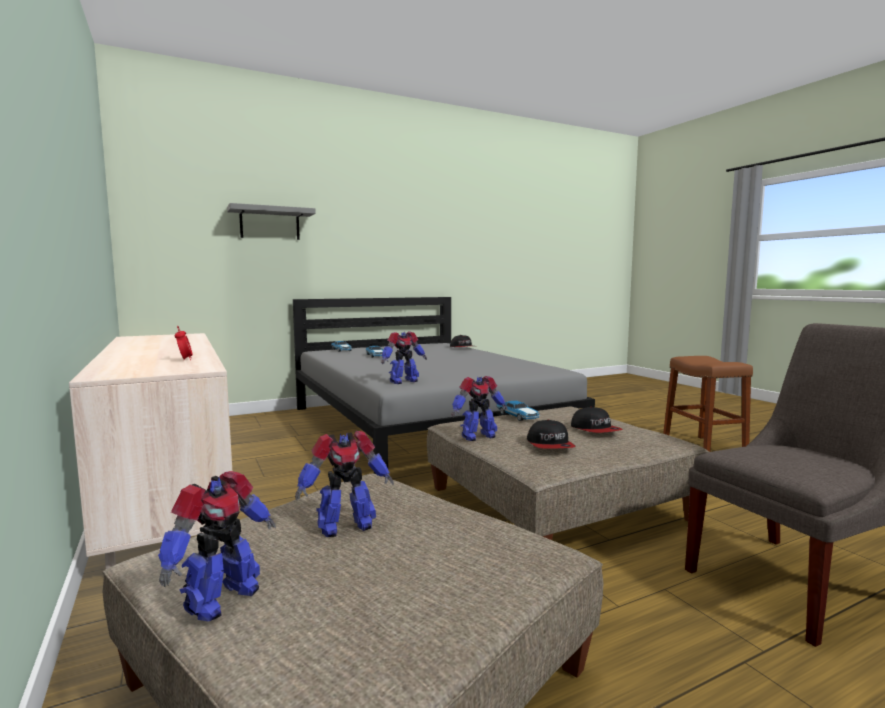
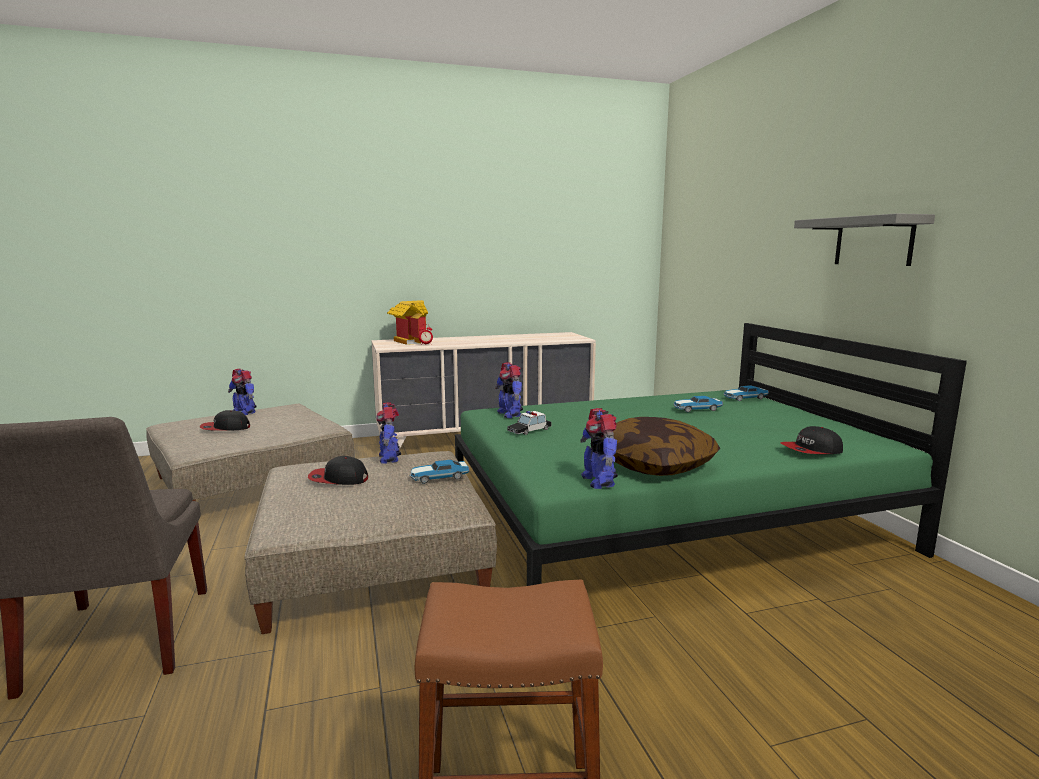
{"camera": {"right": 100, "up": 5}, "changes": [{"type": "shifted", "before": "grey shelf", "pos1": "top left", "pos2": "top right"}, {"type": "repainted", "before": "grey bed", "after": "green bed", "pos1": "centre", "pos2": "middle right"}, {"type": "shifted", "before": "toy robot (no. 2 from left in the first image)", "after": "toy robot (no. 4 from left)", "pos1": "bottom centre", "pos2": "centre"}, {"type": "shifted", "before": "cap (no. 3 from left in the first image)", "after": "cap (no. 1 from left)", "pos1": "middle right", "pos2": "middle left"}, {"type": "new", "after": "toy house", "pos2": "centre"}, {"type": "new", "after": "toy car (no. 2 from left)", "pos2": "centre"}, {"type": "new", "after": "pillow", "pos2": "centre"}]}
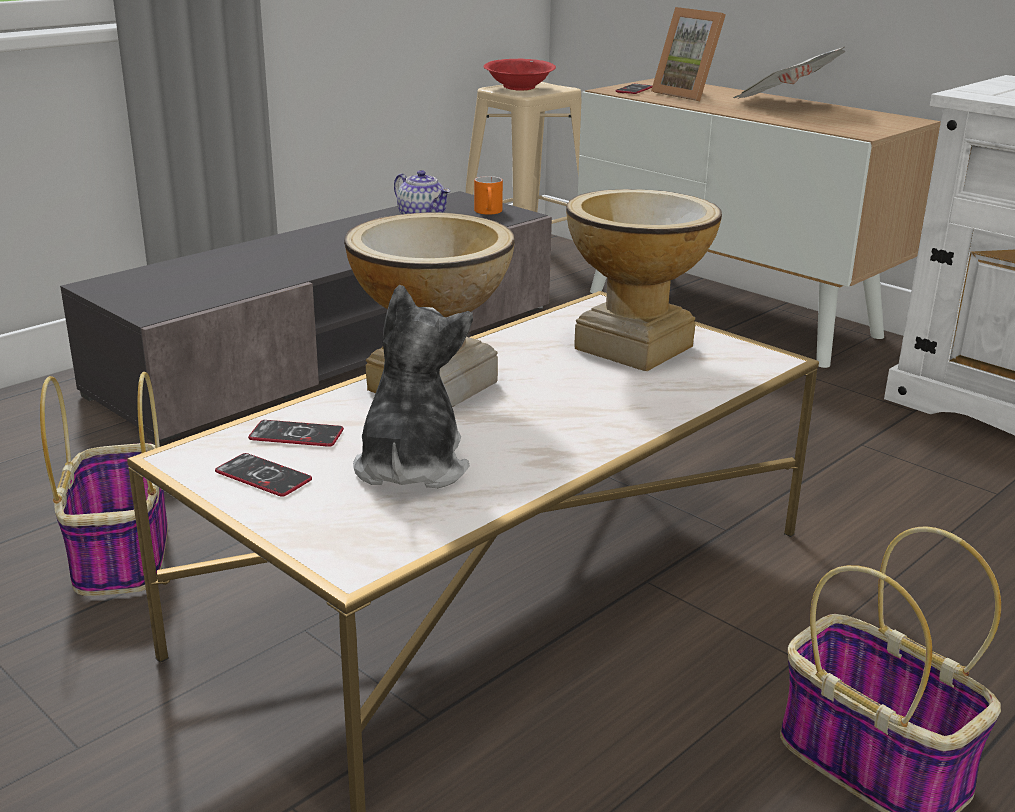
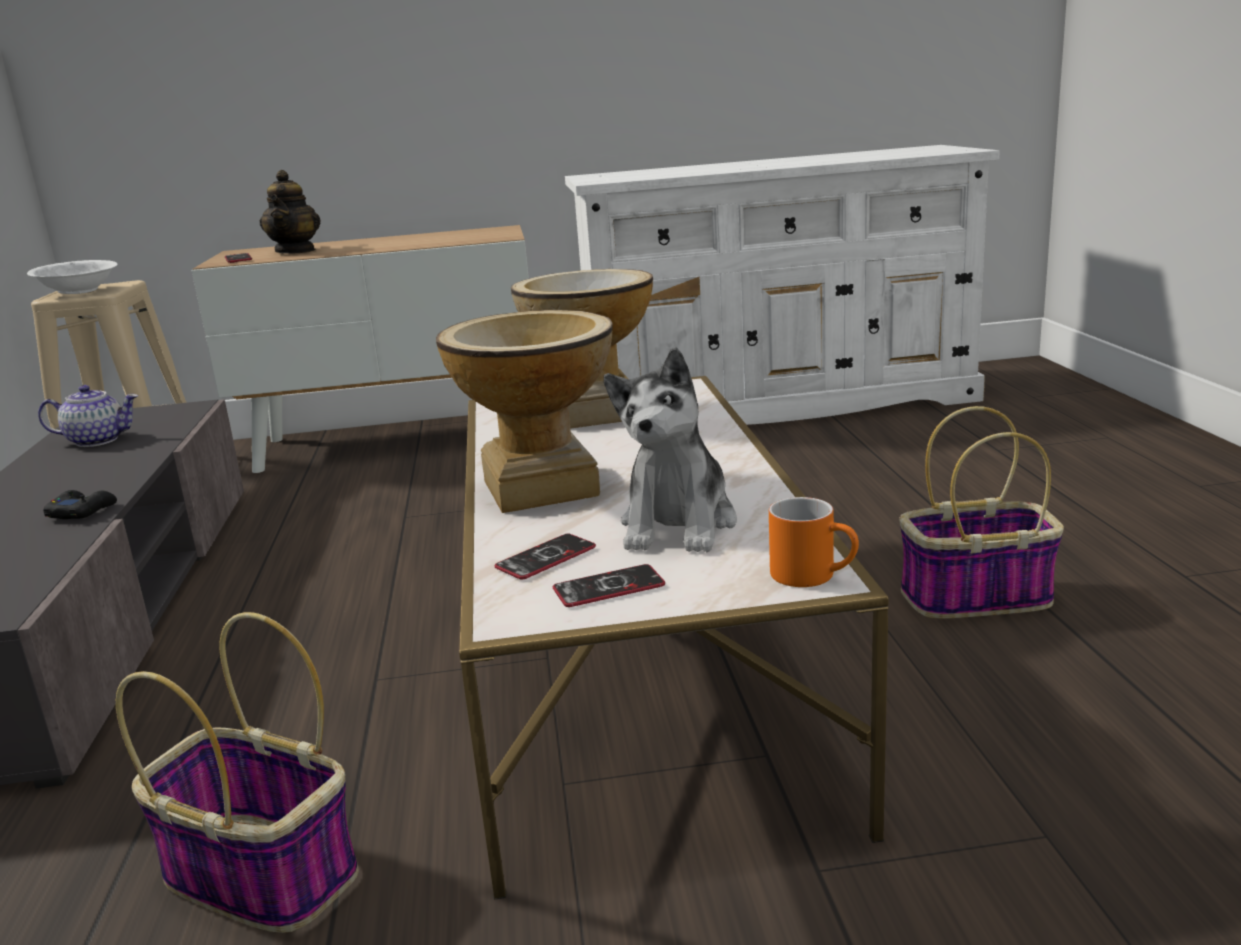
{"camera": {"right": -50, "up": -5}, "changes": [{"type": "rotated", "before": "plush toy", "pos1": "centre", "pos2": "centre", "turn": -120}, {"type": "shifted", "before": "orange mug", "pos1": "top centre", "pos2": "centre"}, {"type": "repainted", "before": "red bowl", "after": "white bowl", "pos1": "top centre", "pos2": "top left"}, {"type": "swapped", "before": "picture frame", "after": "teapot (no. 2 from left)", "pos1": "top right", "pos2": "top left"}, {"type": "gone", "before": "newspaper", "pos1": "top right"}, {"type": "new", "after": "black game controller", "pos2": "middle left"}]}
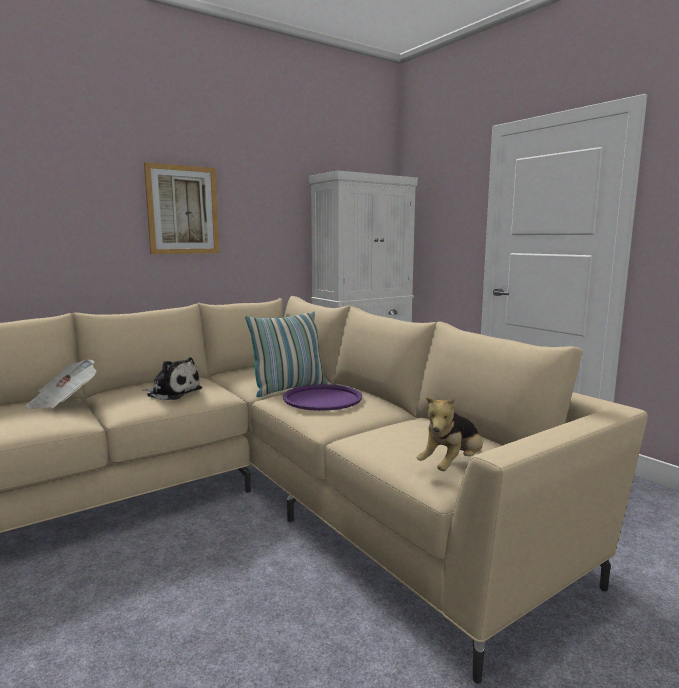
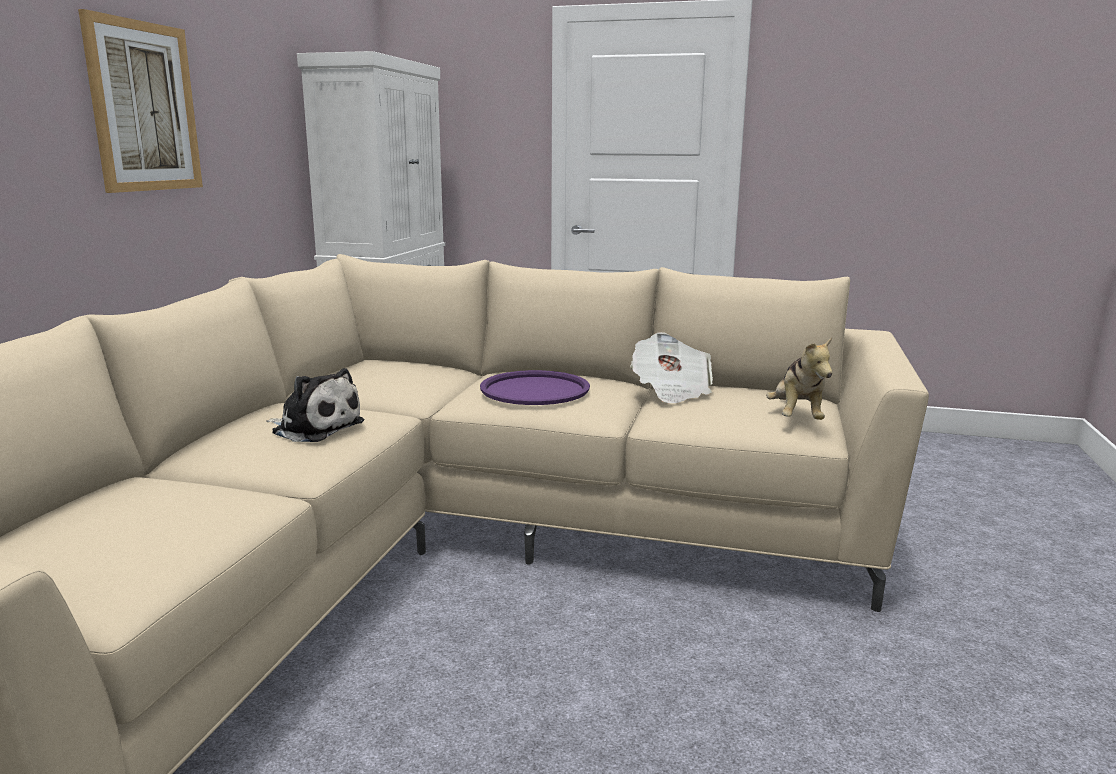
{"camera": {"right": -40, "up": 5}, "changes": [{"type": "shifted", "before": "newspaper", "pos1": "middle left", "pos2": "centre"}, {"type": "rotated", "before": "plush toy (no. 1 from left)", "pos1": "middle left", "pos2": "middle left", "turn": 45}, {"type": "gone", "before": "pillow", "pos1": "centre"}]}
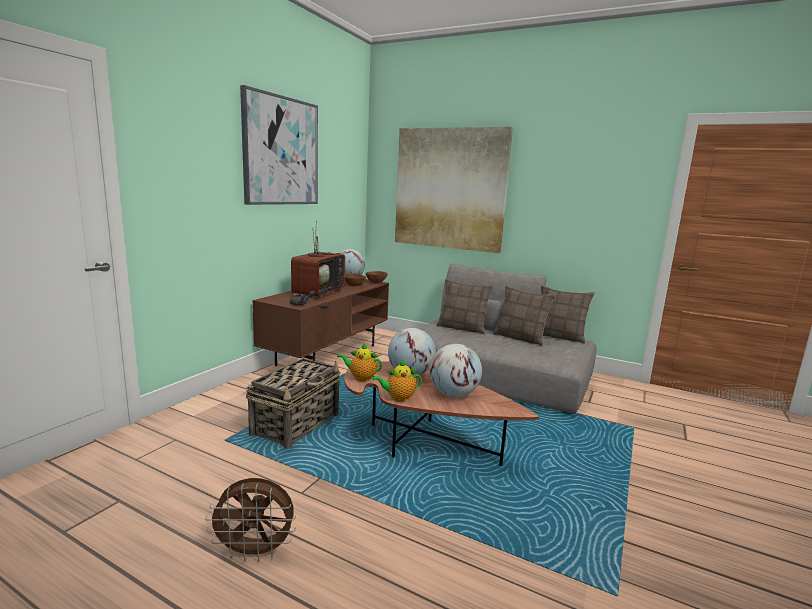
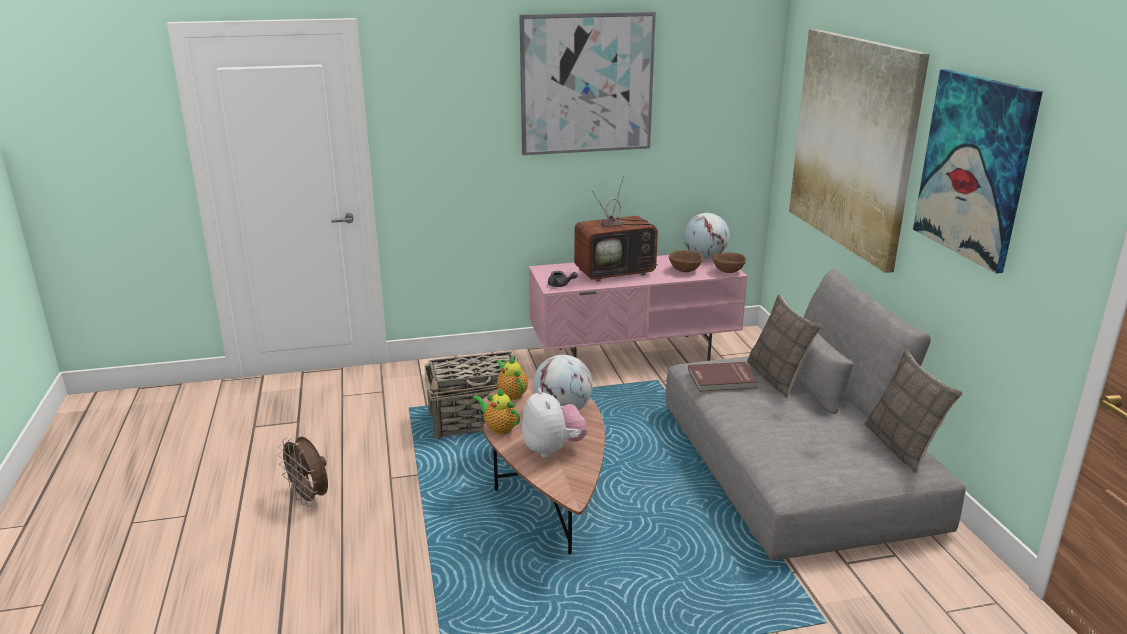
{"camera": {"right": 50, "up": 10}, "changes": [{"type": "repainted", "before": "brown tv stand", "after": "pink tv stand", "pos1": "centre", "pos2": "centre"}, {"type": "swapped", "before": "globe (no. 3 from left)", "after": "plush toy", "pos1": "centre", "pos2": "bottom centre"}, {"type": "gone", "before": "pillow (no. 2 from left)", "pos1": "centre"}, {"type": "new", "after": "red book", "pos2": "centre"}, {"type": "new", "after": "picture (no. 3 from left)", "pos2": "top right"}]}
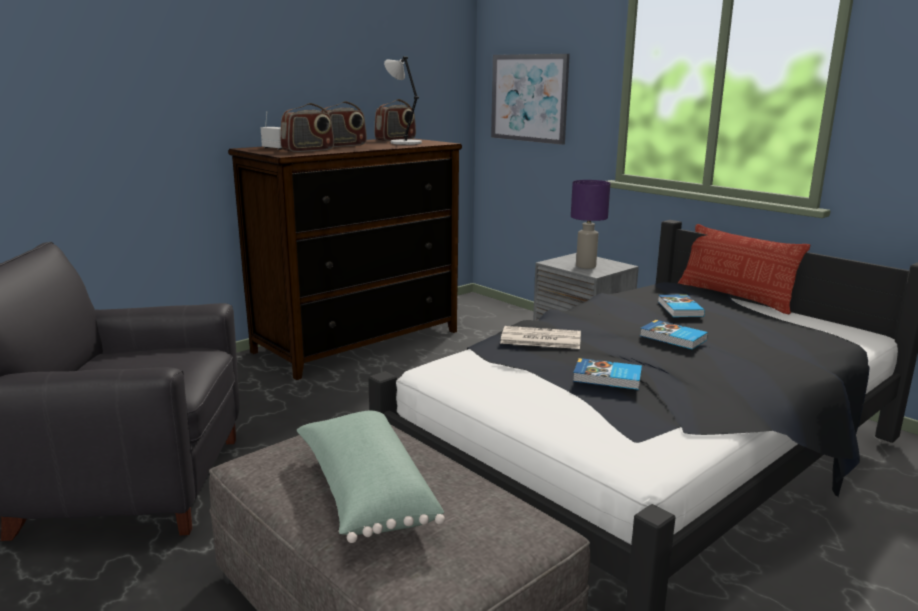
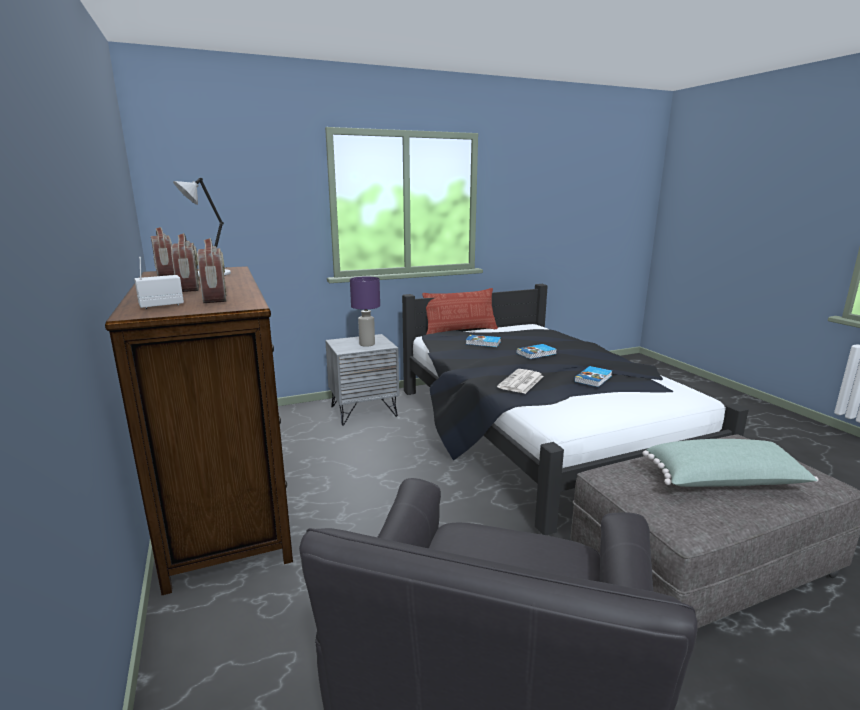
{"camera": {"right": -70, "up": 0}, "changes": [{"type": "gone", "before": "picture", "pos1": "top centre"}]}
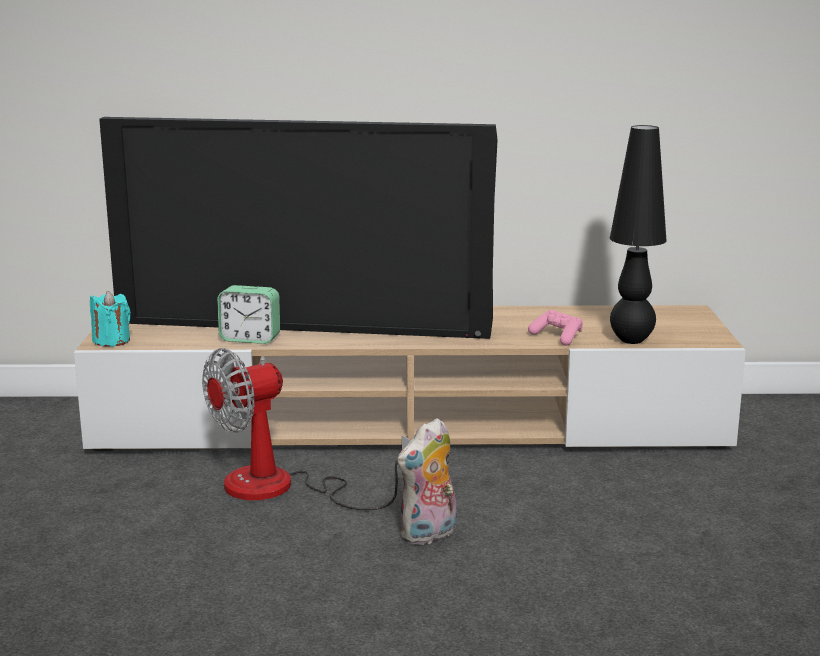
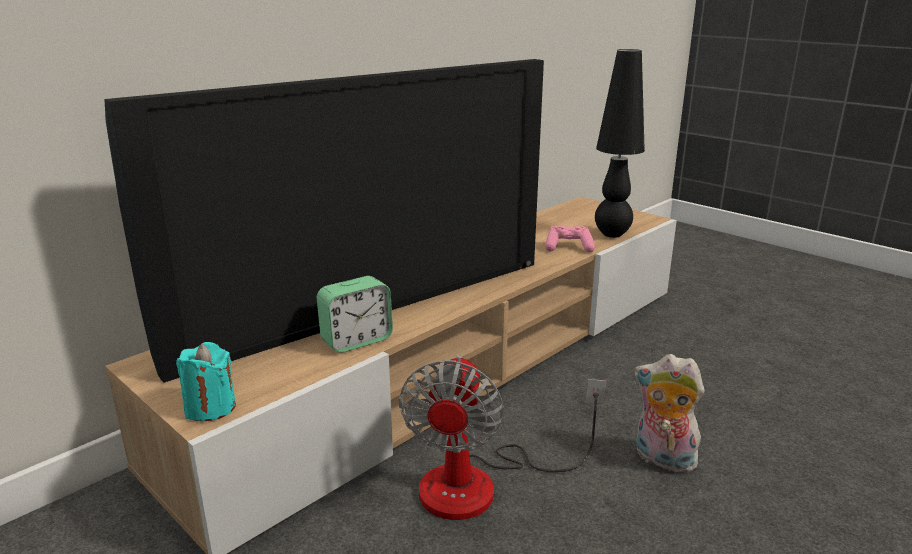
{"camera": {"right": -45, "up": 5}, "changes": [{"type": "rotated", "before": "plush toy", "pos1": "bottom centre", "pos2": "bottom right", "turn": 120}]}
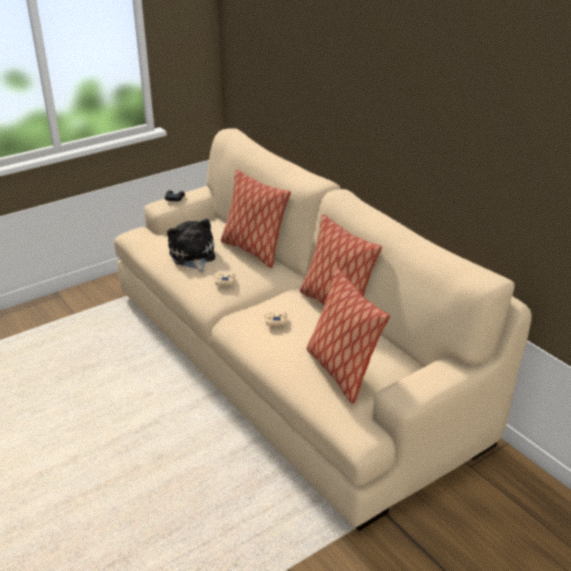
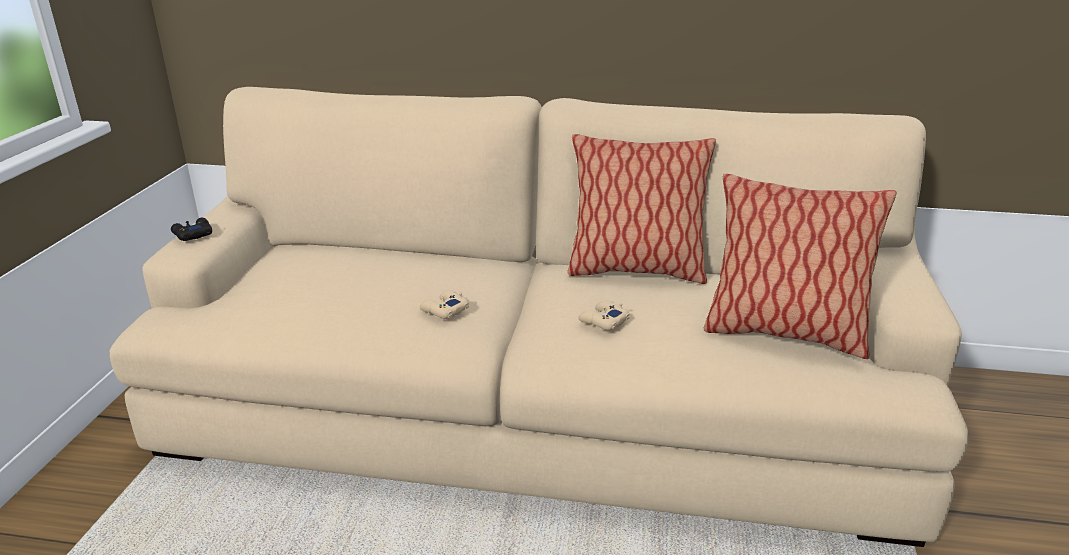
{"camera": {"right": -45, "up": -5}, "changes": [{"type": "gone", "before": "plush toy", "pos1": "centre"}, {"type": "gone", "before": "pillow (no. 1 from left)", "pos1": "centre"}]}
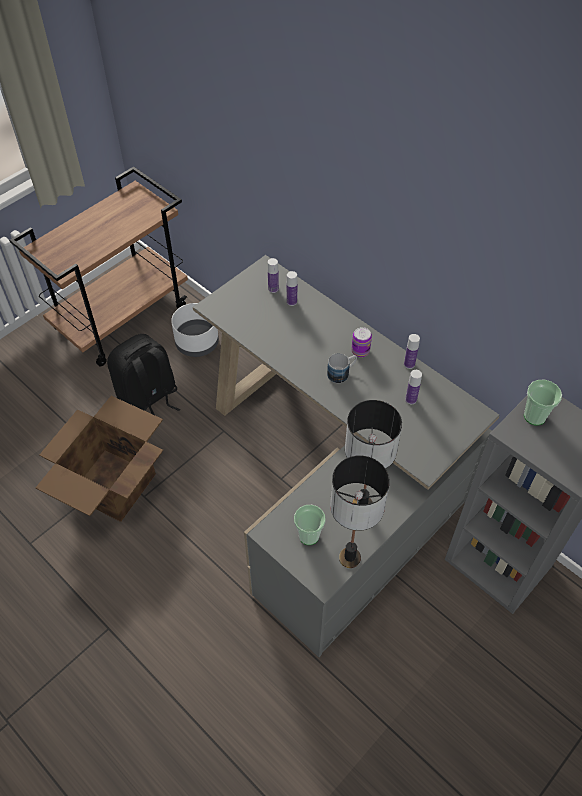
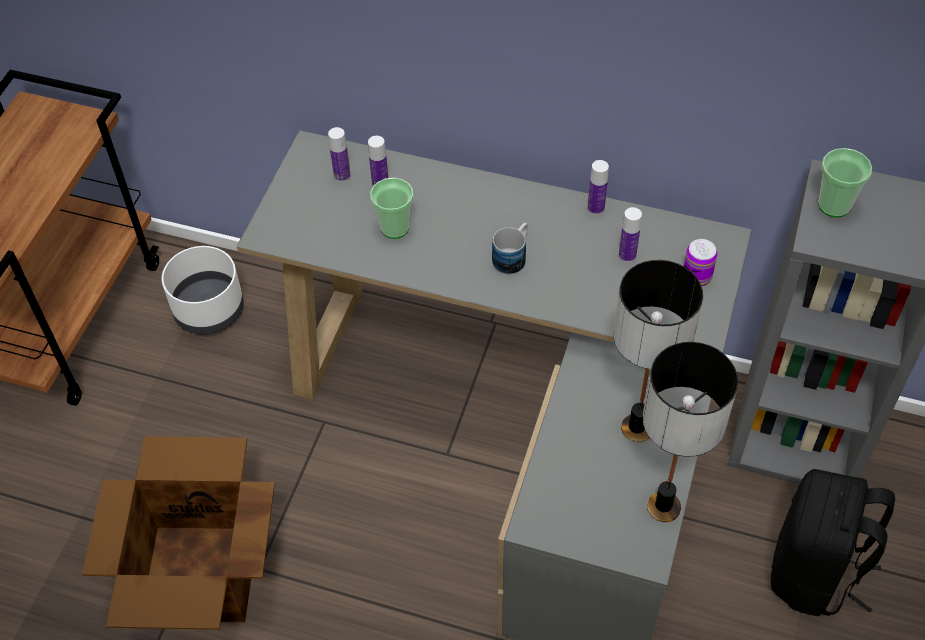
{"camera": {"right": -25, "up": 0}, "changes": [{"type": "shifted", "before": "black backpack", "pos1": "middle left", "pos2": "bottom right"}, {"type": "shifted", "before": "cup (no. 1 from left)", "pos1": "centre", "pos2": "top centre"}, {"type": "shifted", "before": "can", "pos1": "centre", "pos2": "middle right"}]}
